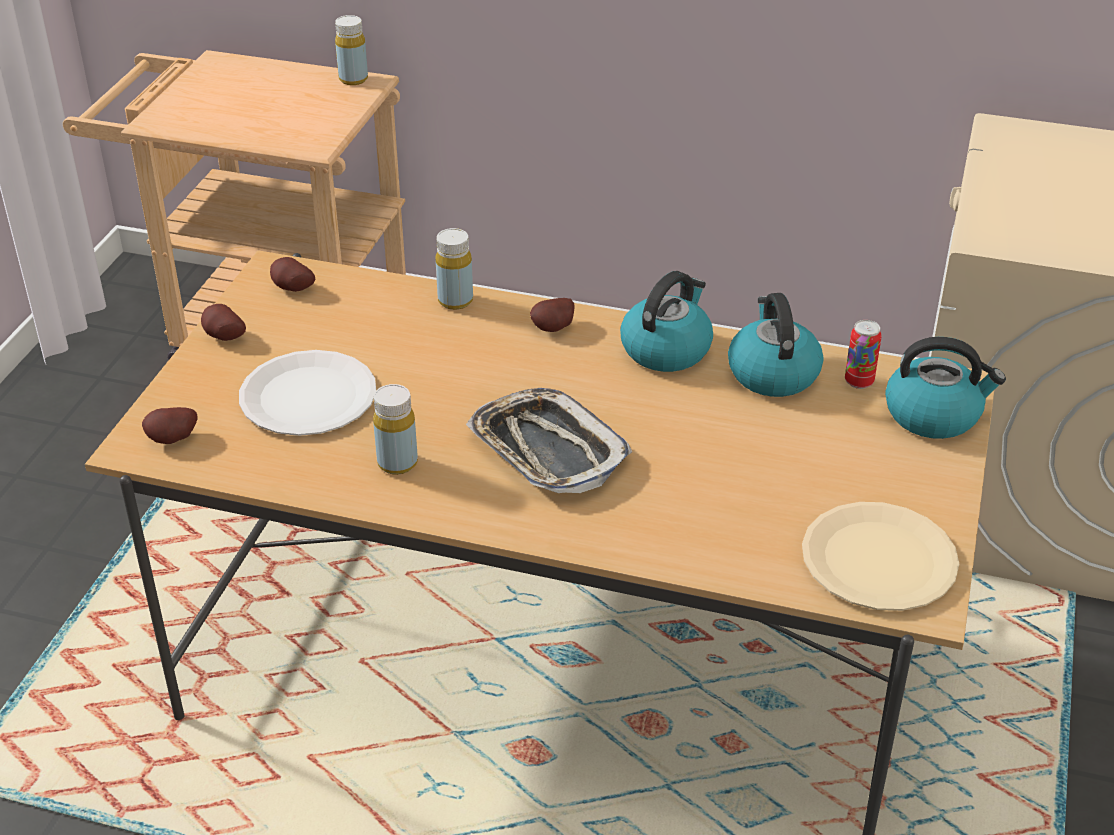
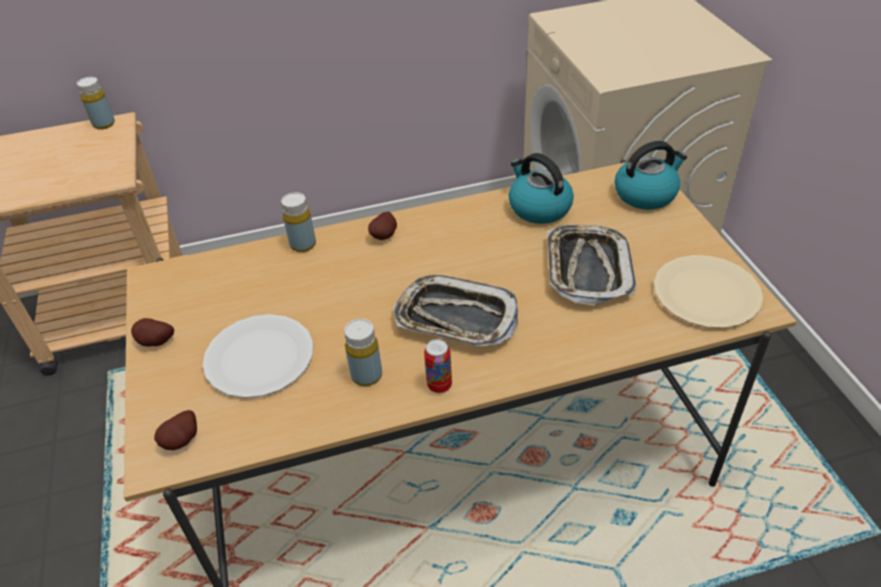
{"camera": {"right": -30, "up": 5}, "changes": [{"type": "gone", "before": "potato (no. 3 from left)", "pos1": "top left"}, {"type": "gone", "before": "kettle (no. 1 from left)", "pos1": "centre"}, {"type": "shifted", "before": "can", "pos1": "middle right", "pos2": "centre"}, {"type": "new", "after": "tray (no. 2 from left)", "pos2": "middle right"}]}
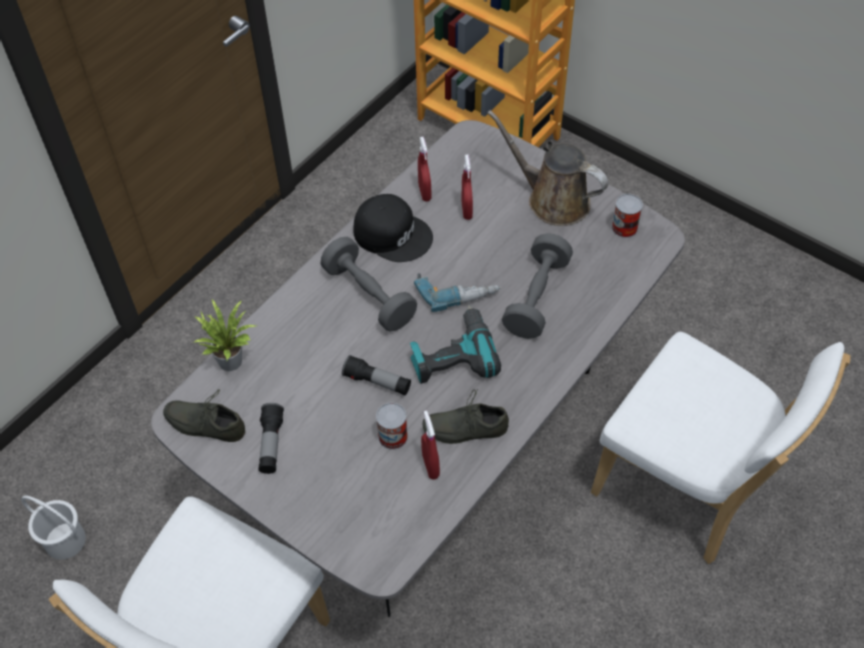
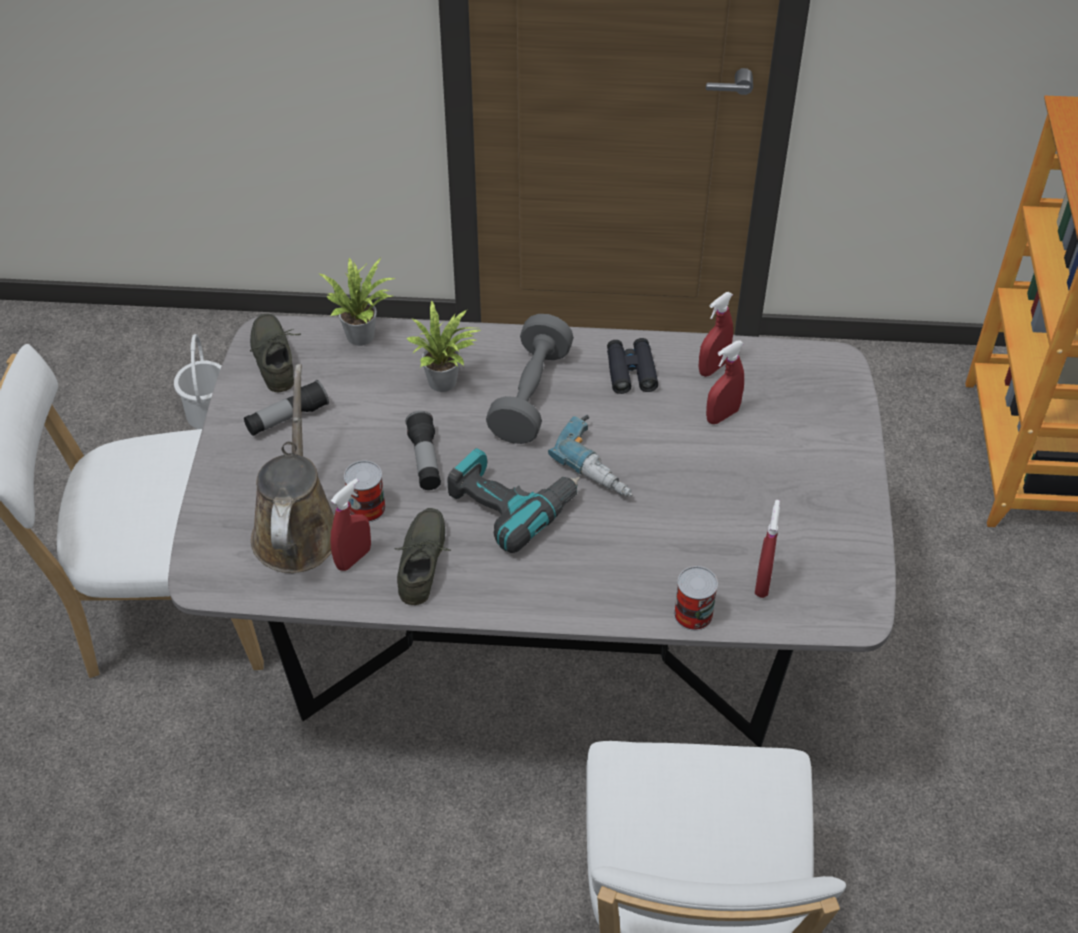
{"camera": {"right": 55, "up": -5}, "changes": [{"type": "swapped", "before": "black cap", "after": "black binoculars", "pos1": "centre", "pos2": "centre"}, {"type": "rotated", "before": "grey shoe (no. 2 from left)", "pos1": "centre", "pos2": "centre", "turn": 45}, {"type": "shifted", "before": "brown watering can", "pos1": "top centre", "pos2": "middle left"}, {"type": "gone", "before": "grey dumbbell (no. 2 from left)", "pos1": "centre"}, {"type": "shifted", "before": "can (no. 2 from left)", "pos1": "middle right", "pos2": "centre"}, {"type": "new", "after": "potted plant (no. 2 from left)", "pos2": "centre"}, {"type": "new", "after": "red spray bottle (no. 4 from left)", "pos2": "middle right"}]}
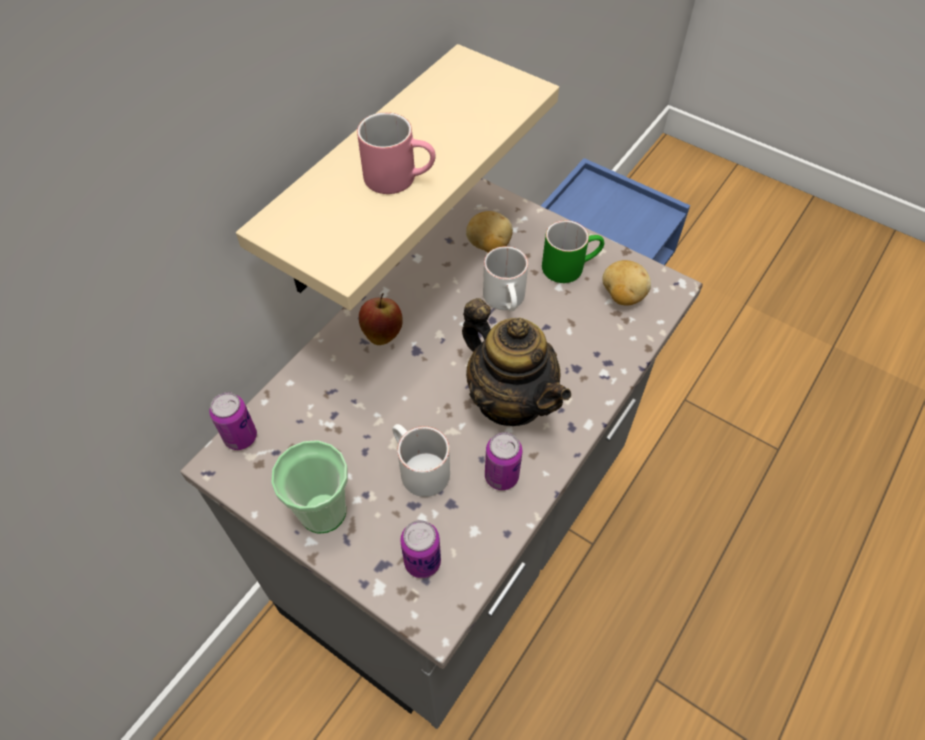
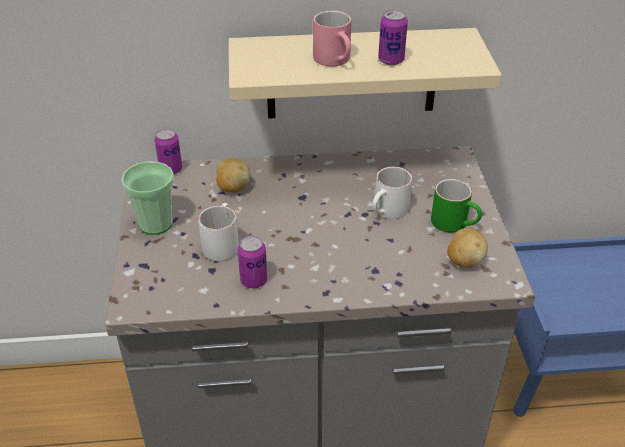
{"camera": {"right": 50, "up": -15}, "changes": [{"type": "gone", "before": "apple", "pos1": "centre"}, {"type": "shifted", "before": "can (no. 2 from left in the first image)", "after": "can (no. 3 from left)", "pos1": "bottom centre", "pos2": "top centre"}, {"type": "gone", "before": "teapot", "pos1": "centre"}, {"type": "shifted", "before": "potato (no. 1 from left)", "pos1": "top centre", "pos2": "centre"}]}
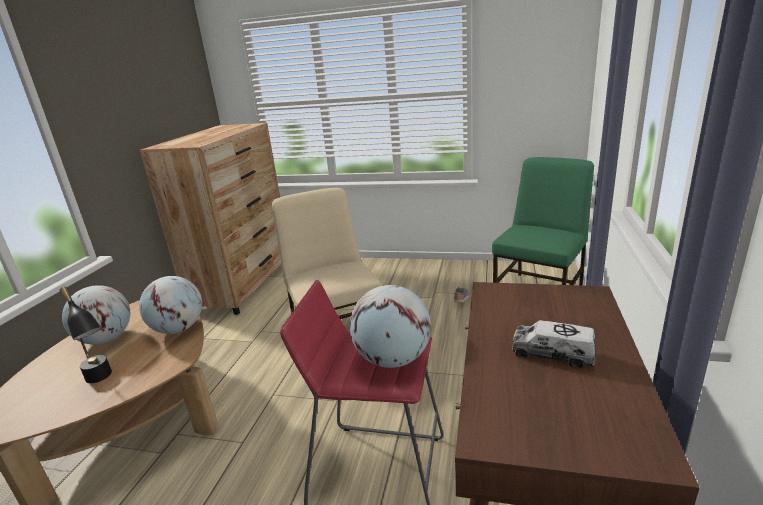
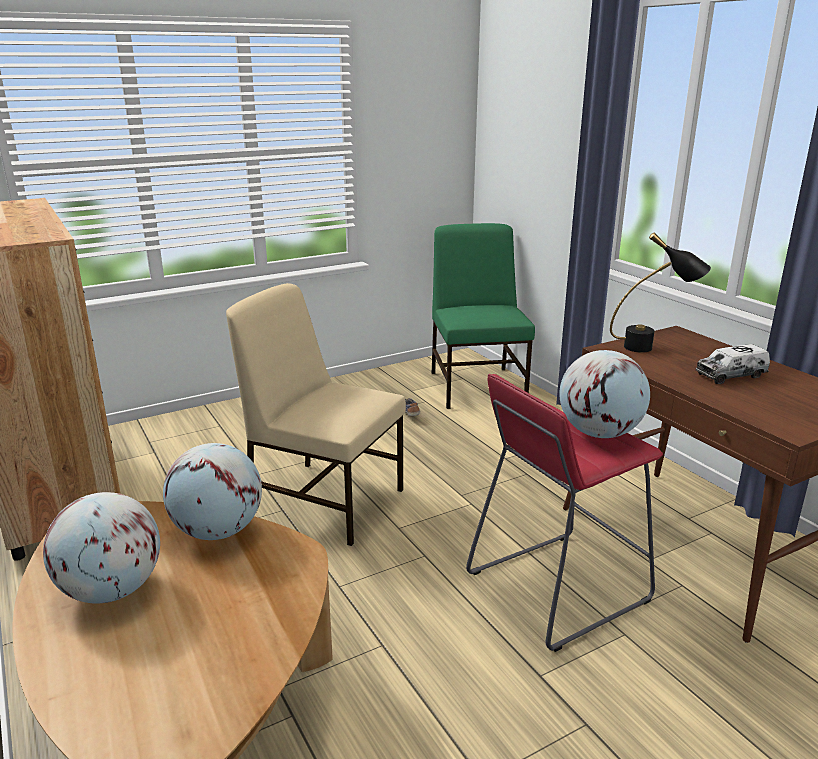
{"camera": {"right": -45, "up": 0}, "changes": [{"type": "shifted", "before": "black table lamp", "pos1": "middle left", "pos2": "middle right"}]}
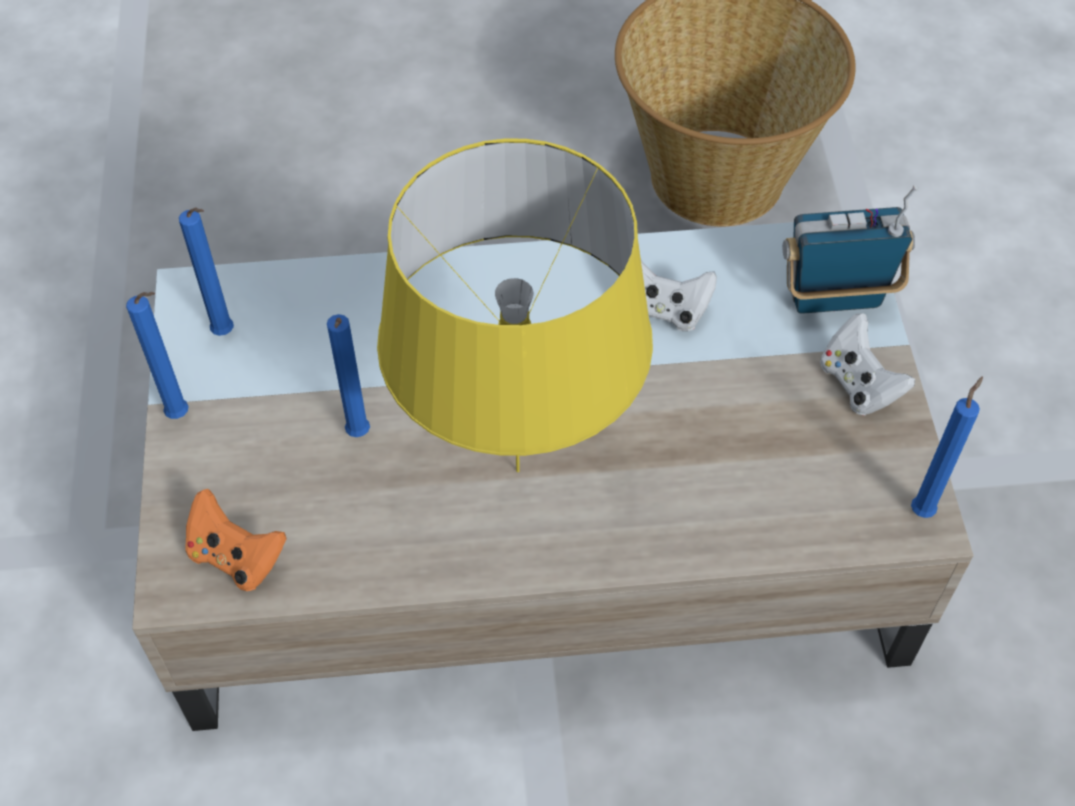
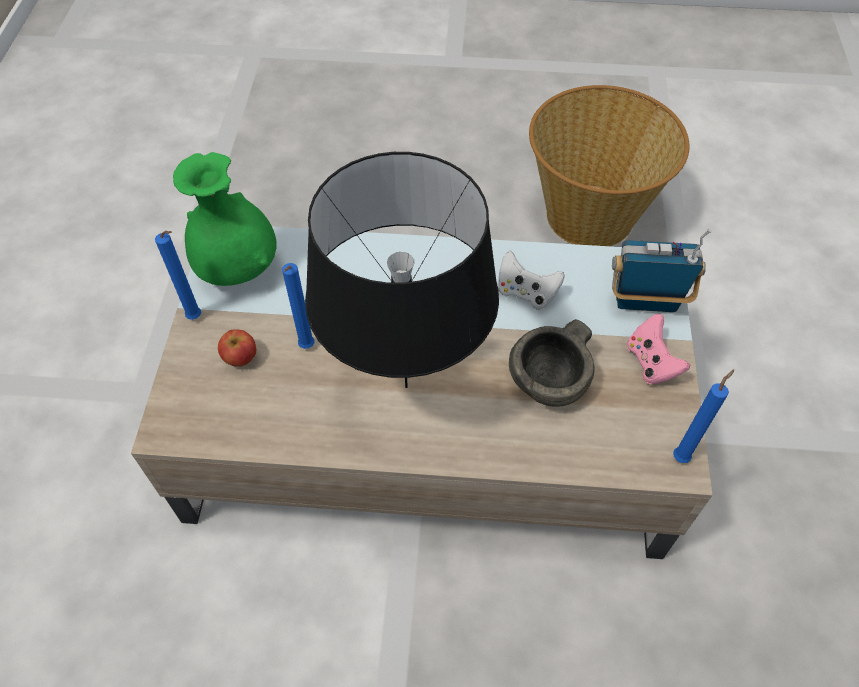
{"camera": {"right": 10, "up": 0}, "changes": [{"type": "swapped", "before": "blue candle (no. 2 from left)", "after": "green vase", "pos1": "middle left", "pos2": "top left"}, {"type": "gone", "before": "orange game controller", "pos1": "bottom left"}, {"type": "repainted", "before": "yellow table lamp", "after": "black table lamp", "pos1": "centre", "pos2": "centre"}, {"type": "repainted", "before": "white game controller (no. 2 from left)", "after": "pink game controller", "pos1": "middle right", "pos2": "middle right"}, {"type": "new", "after": "apple", "pos2": "middle left"}, {"type": "new", "after": "grey bowl", "pos2": "centre"}]}
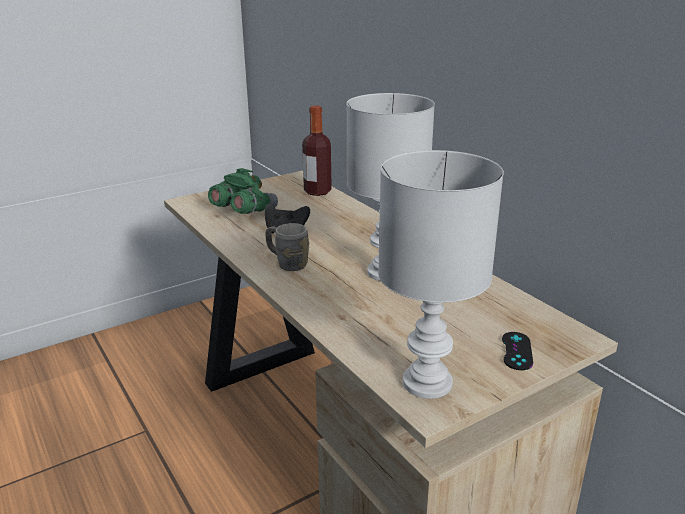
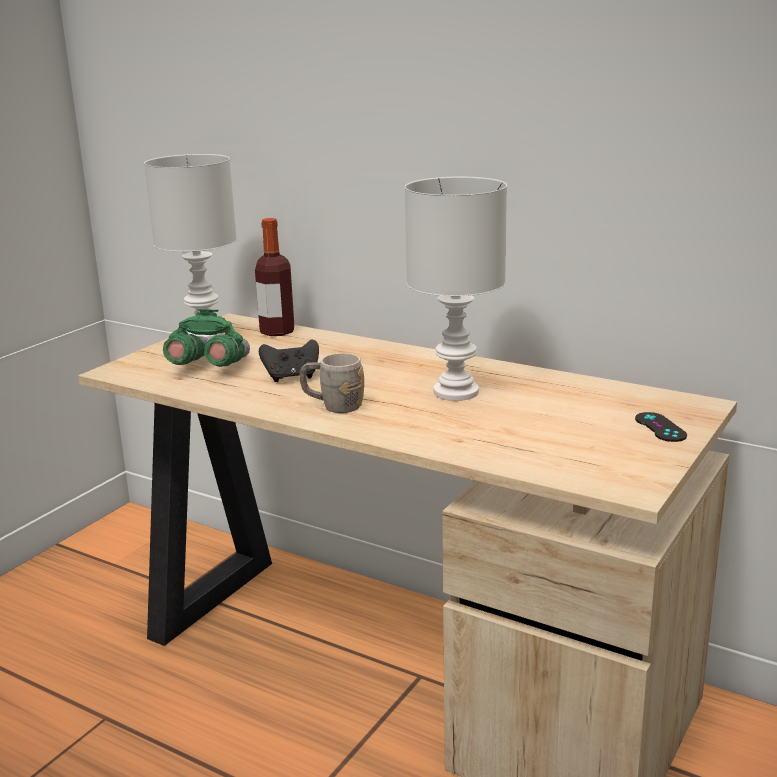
{"camera": {"right": -25, "up": -5}, "changes": [{"type": "shifted", "before": "white table lamp (no. 2 from left in the first image)", "after": "white table lamp (no. 1 from left)", "pos1": "centre", "pos2": "top left"}]}
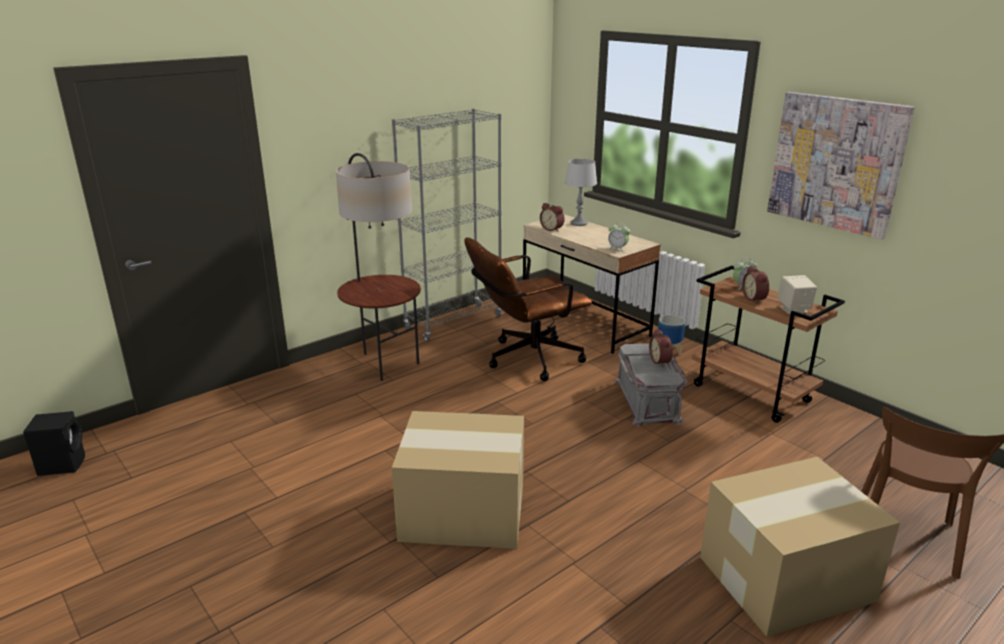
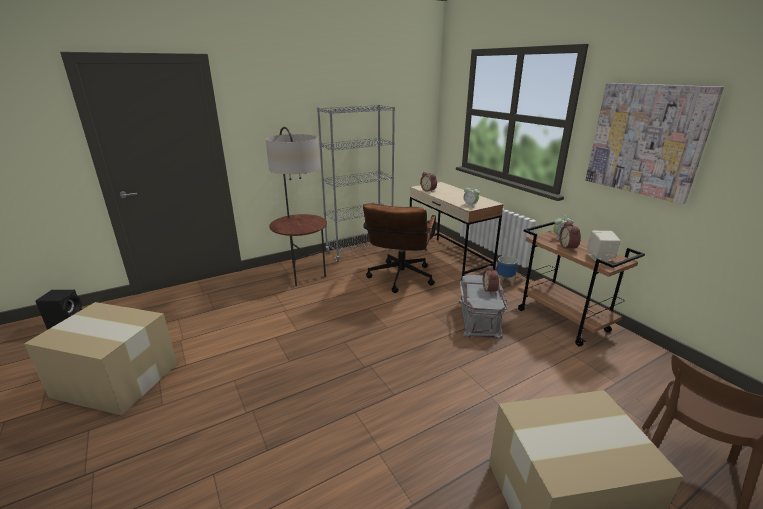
{"camera": {"right": 10, "up": 0}, "changes": [{"type": "shifted", "before": "cardboard box (no. 1 from left)", "pos1": "bottom centre", "pos2": "bottom left"}, {"type": "rotated", "before": "brown office chair", "pos1": "centre", "pos2": "centre", "turn": -60}, {"type": "gone", "before": "grey table lamp", "pos1": "top centre"}]}
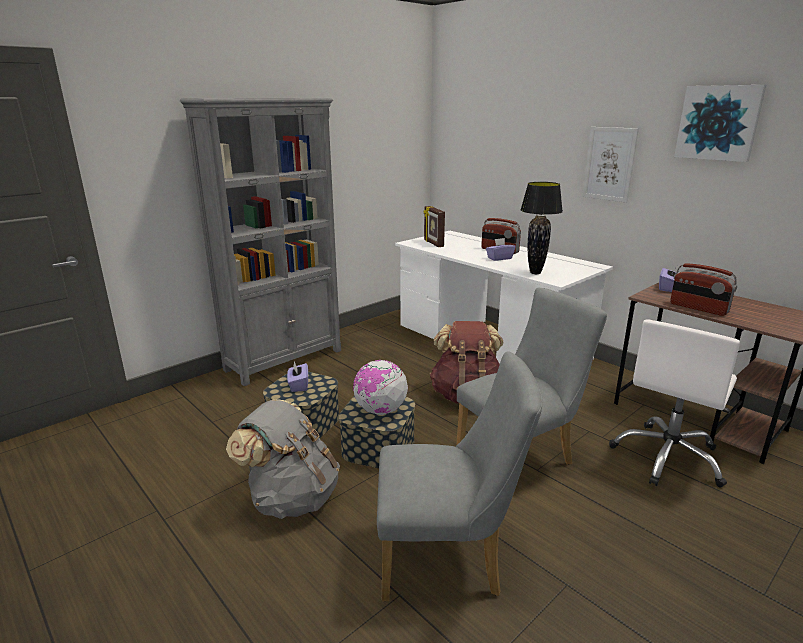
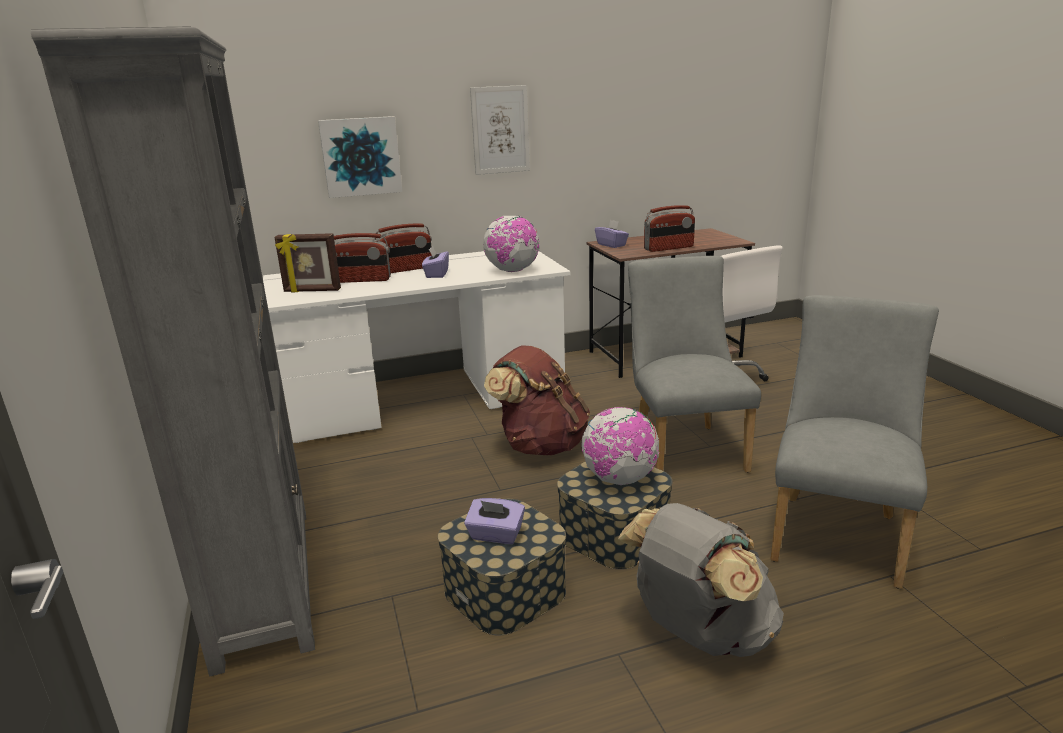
{"camera": {"right": -65, "up": 0}, "changes": [{"type": "swapped", "before": "black table lamp", "after": "globe (no. 1 from left)", "pos1": "middle right", "pos2": "top centre"}, {"type": "shifted", "before": "picture (no. 2 from left in the first image)", "after": "picture (no. 1 from left)", "pos1": "top right", "pos2": "top centre"}, {"type": "new", "after": "radio (no. 1 from left)", "pos2": "centre"}]}
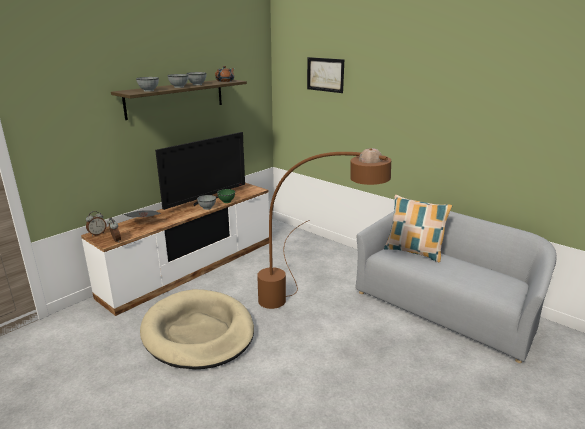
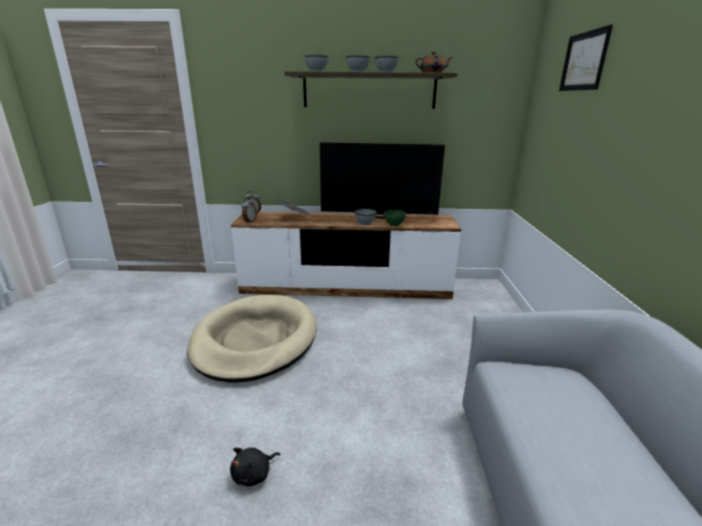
{"camera": {"right": 50, "up": 0}, "changes": [{"type": "gone", "before": "brown floor lamp", "pos1": "centre"}, {"type": "gone", "before": "pillow", "pos1": "middle right"}, {"type": "new", "after": "black plush toy", "pos2": "bottom centre"}]}
